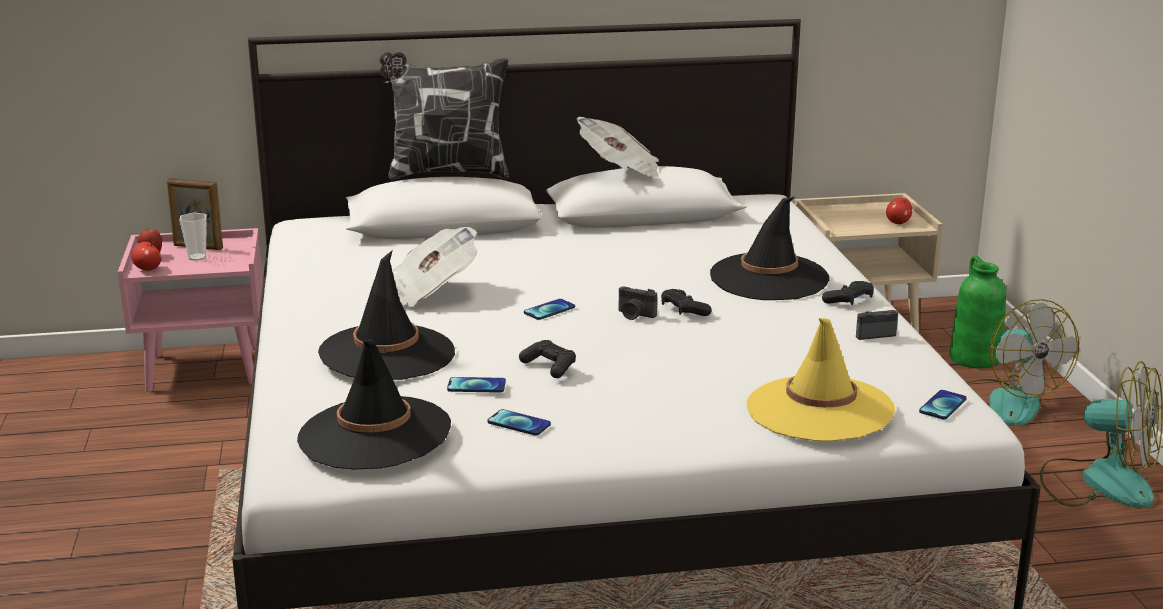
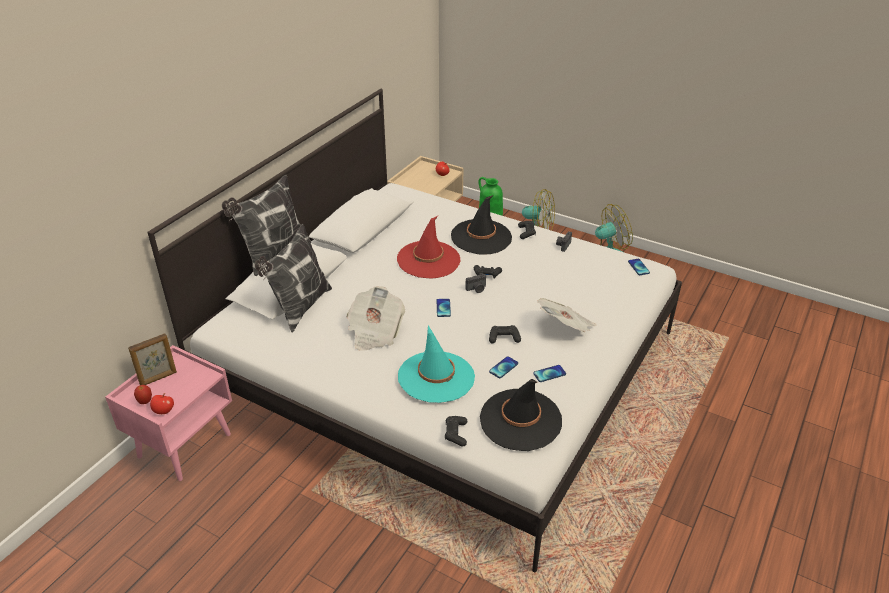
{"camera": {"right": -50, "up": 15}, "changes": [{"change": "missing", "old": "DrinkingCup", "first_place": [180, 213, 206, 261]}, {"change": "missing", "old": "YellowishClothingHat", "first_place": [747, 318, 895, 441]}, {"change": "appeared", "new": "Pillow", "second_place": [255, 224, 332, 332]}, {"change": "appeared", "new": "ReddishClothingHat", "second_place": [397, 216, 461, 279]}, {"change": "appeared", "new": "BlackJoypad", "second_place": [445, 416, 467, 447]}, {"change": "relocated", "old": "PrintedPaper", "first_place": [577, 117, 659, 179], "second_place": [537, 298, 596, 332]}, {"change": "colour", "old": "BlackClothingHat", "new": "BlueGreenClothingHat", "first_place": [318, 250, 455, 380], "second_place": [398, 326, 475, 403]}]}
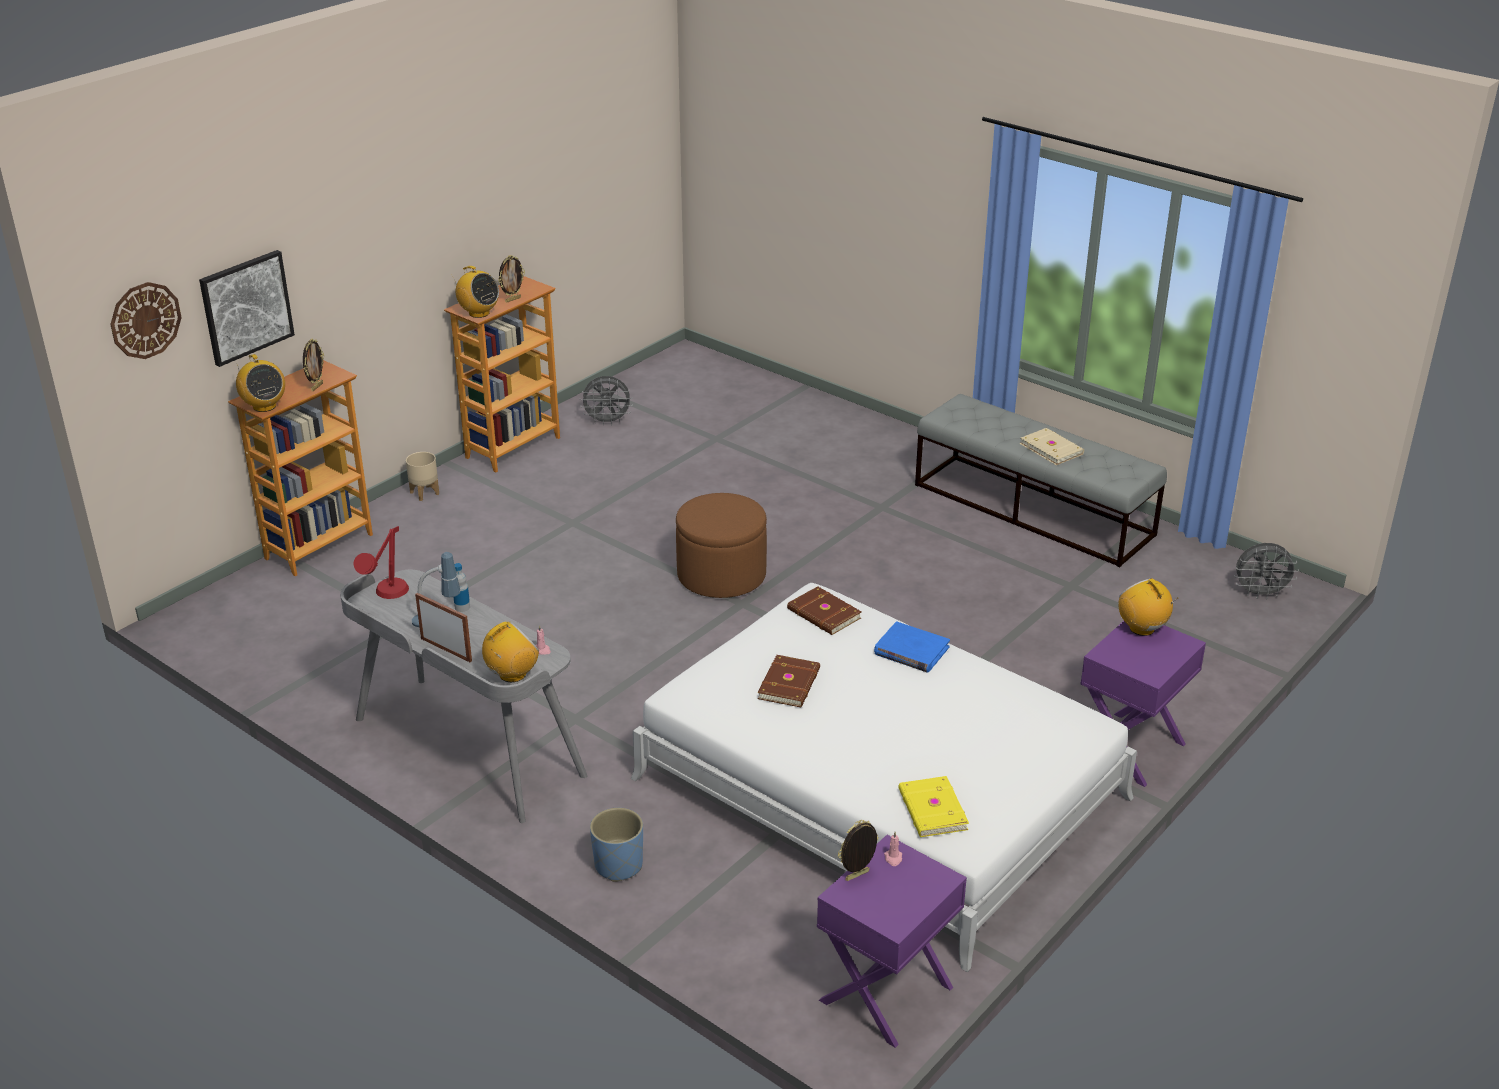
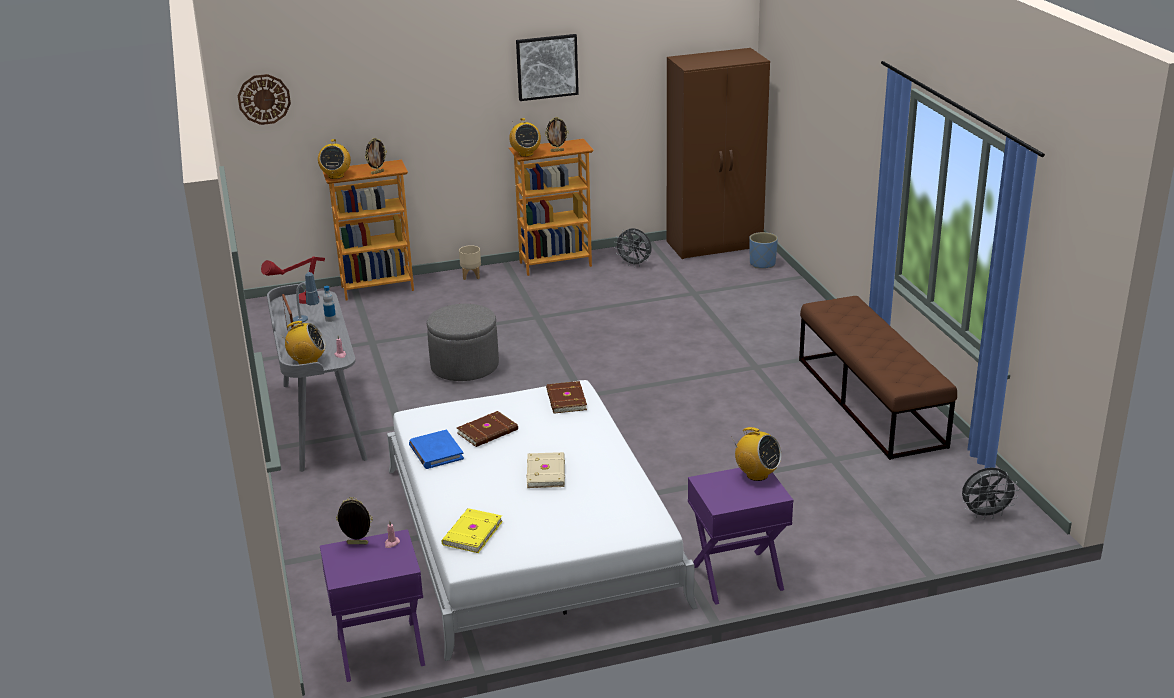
{"camera": {"right": 35, "up": -5}, "changes": [{"change": "missing", "old": "BrownColouredPouffe", "first_place": [676, 493, 767, 598]}, {"change": "appeared", "new": "GreyPouffe", "second_place": [427, 304, 499, 381]}, {"change": "appeared", "new": "BrownColouredArmoire", "second_place": [667, 48, 770, 259]}, {"change": "relocated", "old": "Picture", "first_place": [199, 250, 295, 367], "second_place": [516, 34, 579, 101]}, {"change": "relocated", "old": "BluePlanter", "first_place": [590, 808, 643, 882], "second_place": [749, 232, 778, 268]}, {"change": "relocated", "old": "BlueBoundBook", "first_place": [874, 621, 950, 673], "second_place": [409, 430, 464, 469]}, {"change": "relocated", "old": "BeigeColouredBoundBook", "first_place": [1020, 428, 1084, 465], "second_place": [526, 452, 565, 488]}, {"change": "colour", "old": "GreyIndoorBench", "new": "BrownColouredIndoorBench", "first_place": [915, 394, 1167, 567], "second_place": [799, 296, 957, 460]}, {"change": "spun", "old": "Radio", "first_place": [1118, 578, 1178, 636], "second_place": [732, 427, 781, 481], "degrees": 120}, {"change": "spun", "old": "GreyCoolingFan", "first_place": [1234, 543, 1299, 599], "second_place": [962, 467, 1019, 520], "degrees": -45}]}
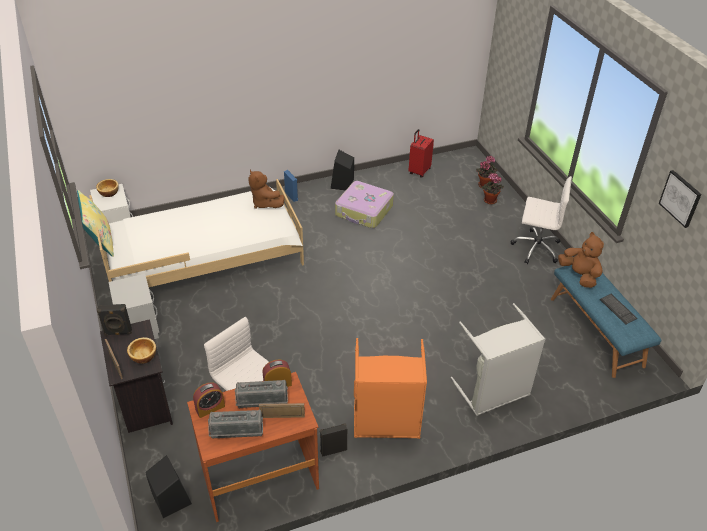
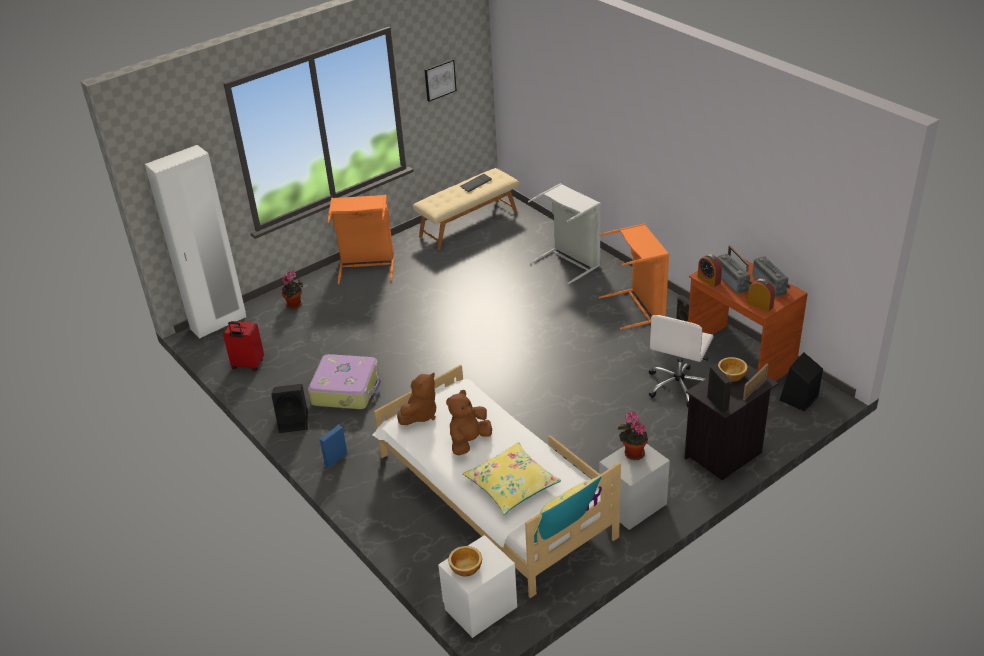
{"camera": {"right": -105, "up": -5}, "changes": [{"change": "appeared", "new": "WhitishArmoire", "second_place": [145, 145, 246, 338]}, {"change": "appeared", "new": "YellowishPillow", "second_place": [463, 442, 561, 515]}, {"change": "relocated", "old": "PlantInAPot", "first_place": [476, 156, 497, 189], "second_place": [618, 412, 648, 460]}, {"change": "relocated", "old": "BrownColouredCuddlyToy", "first_place": [558, 232, 604, 288], "second_place": [446, 390, 492, 456]}, {"change": "exchanged", "old": "WhitishComputerChair", "new": "OrangeyHamper", "first_place": [511, 176, 572, 264], "second_place": [327, 194, 394, 284]}, {"change": "colour", "old": "BlueIndoorBench", "new": "BeigeColouredIndoorBench", "first_place": [551, 265, 661, 378], "second_place": [413, 168, 519, 250]}]}
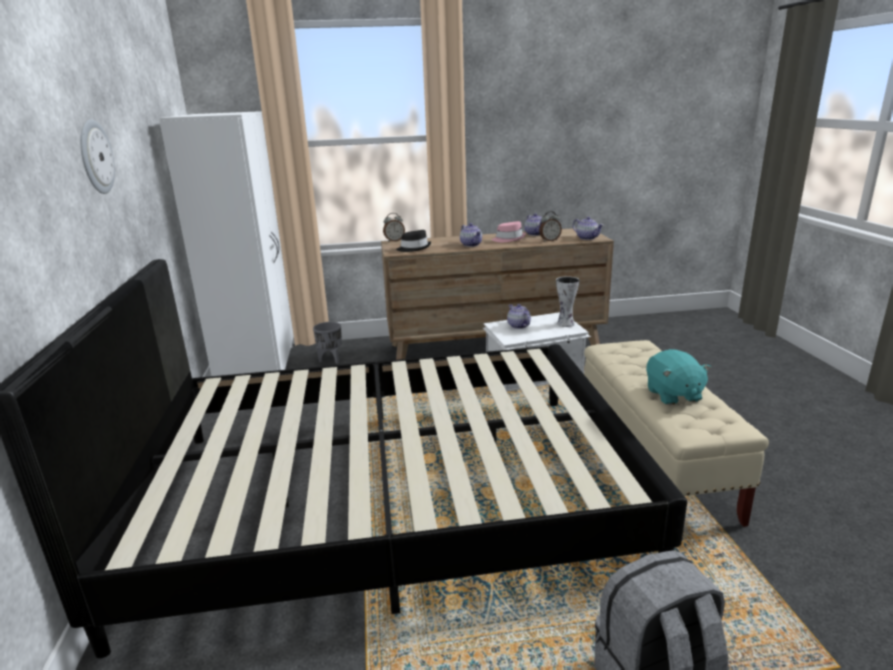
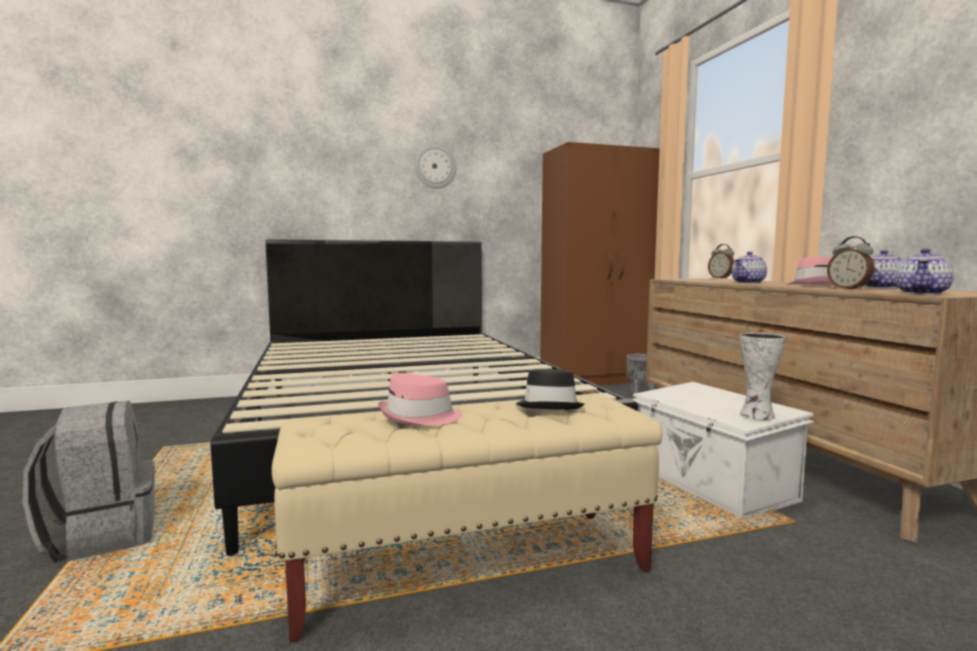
{"camera": {"right": 80, "up": -15}, "changes": [{"change": "missing", "old": "PotForTea", "first_place": [507, 304, 531, 329]}, {"change": "relocated", "old": "BlackClothingHat", "first_place": [396, 230, 431, 252], "second_place": [516, 369, 585, 410]}, {"change": "exchanged", "old": "BlueGreenCuddlyToy", "new": "PinkishClothingHat", "first_place": [646, 349, 711, 405], "second_place": [378, 373, 463, 425]}, {"change": "colour", "old": "WhitishArmoire", "new": "BrownColouredArmoire", "first_place": [159, 111, 294, 376], "second_place": [540, 142, 660, 385]}]}
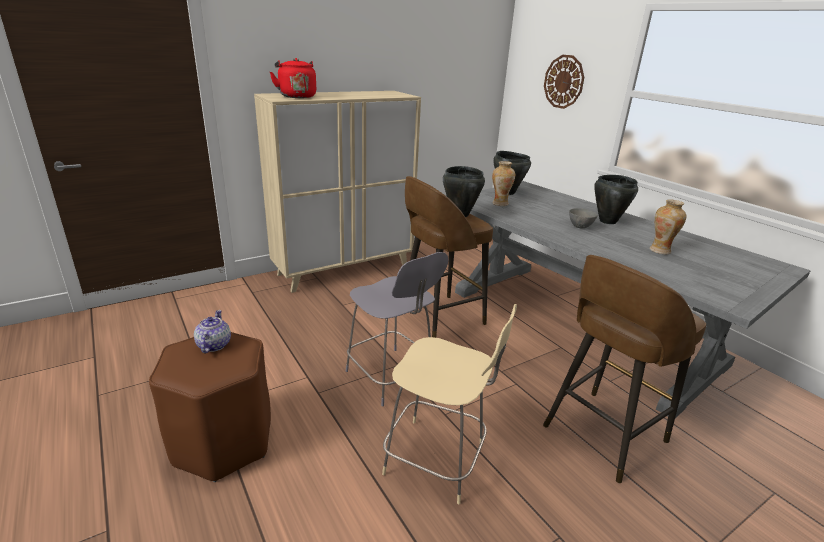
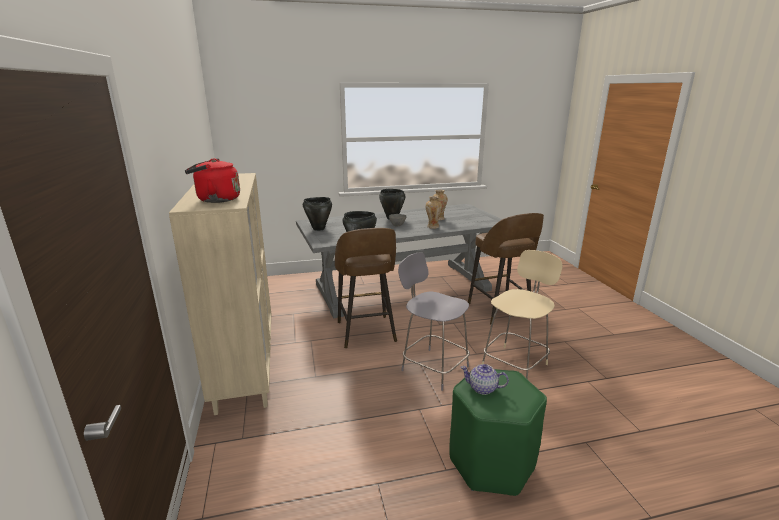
{"camera": {"right": -70, "up": -5}, "changes": [{"change": "missing", "old": "HangingClock", "first_place": [544, 55, 584, 109]}, {"change": "relocated", "old": "DecorativeVase", "first_place": [492, 161, 515, 206], "second_place": [426, 196, 442, 229]}, {"change": "colour", "old": "BrownColouredStoolSeat", "new": "GreenStoolSeat", "first_place": [149, 332, 271, 482], "second_place": [449, 369, 547, 496]}, {"change": "spun", "old": "GreyPlainChair", "first_place": [346, 252, 448, 406], "second_place": [398, 252, 470, 391], "degrees": -120}]}
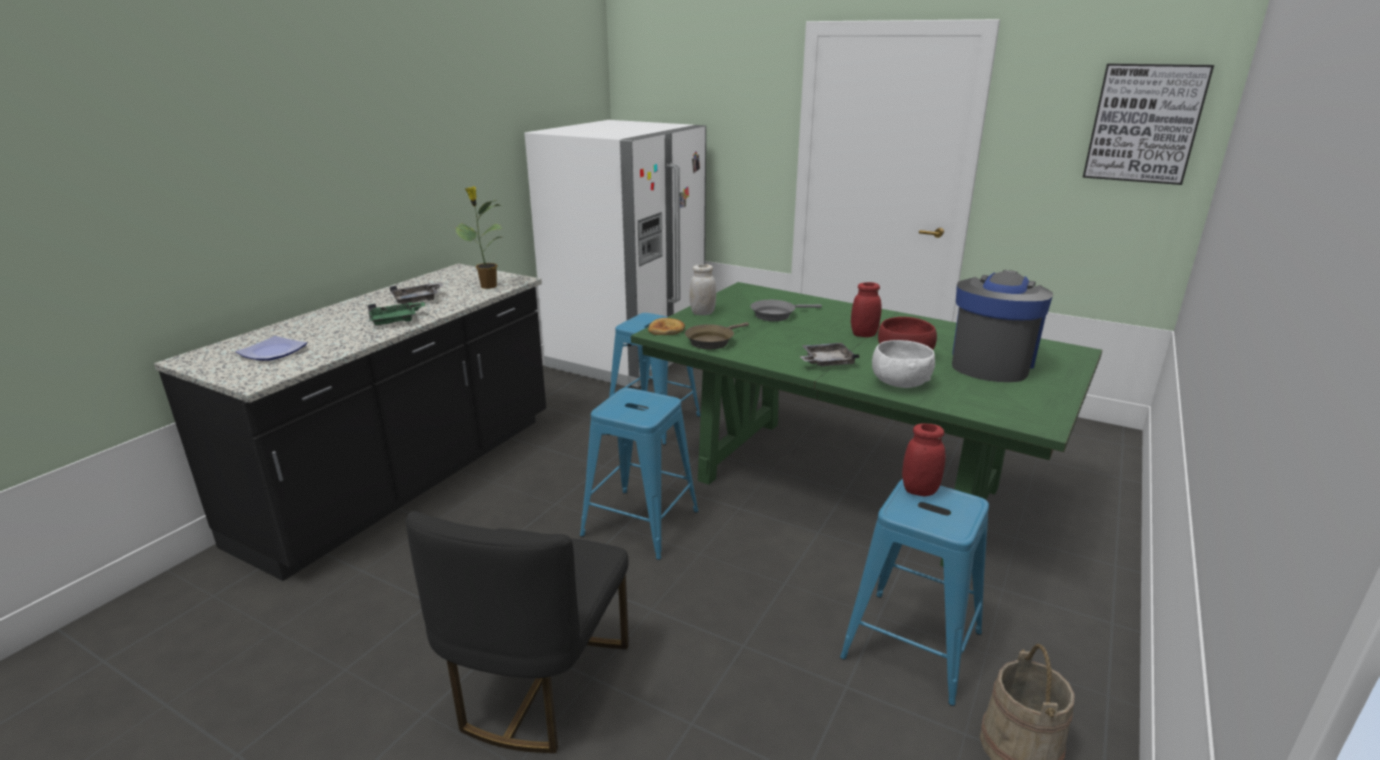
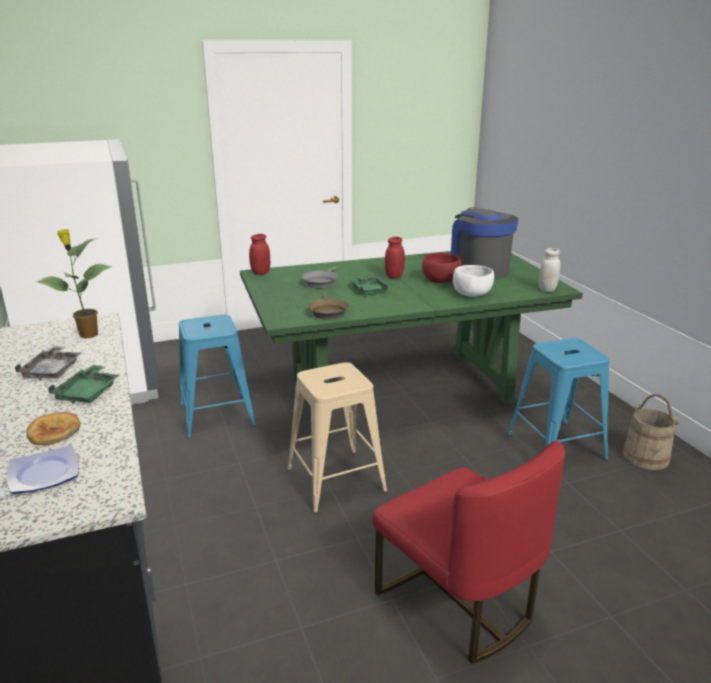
{"camera": {"right": -50, "up": 0}, "changes": [{"change": "missing", "old": "GreyTray", "first_place": [800, 343, 859, 367]}, {"change": "missing", "old": "Picture", "first_place": [1083, 63, 1214, 185]}, {"change": "appeared", "new": "GreenTray", "second_place": [350, 276, 390, 295]}, {"change": "relocated", "old": "BakedBread", "first_place": [648, 318, 685, 335], "second_place": [26, 412, 81, 446]}, {"change": "relocated", "old": "WhitishStorageJar", "first_place": [689, 264, 716, 315], "second_place": [539, 248, 561, 292]}, {"change": "relocated", "old": "ReddishStorageJar", "first_place": [902, 423, 945, 496], "second_place": [249, 234, 270, 275]}, {"change": "colour", "old": "BlackPlainChair", "new": "ReddishPlainChair", "first_place": [406, 511, 629, 753], "second_place": [373, 441, 565, 664]}, {"change": "colour", "old": "BlueStoolSeat", "new": "BeigeColouredStoolSeat", "first_place": [580, 388, 699, 560], "second_place": [287, 362, 387, 513]}]}
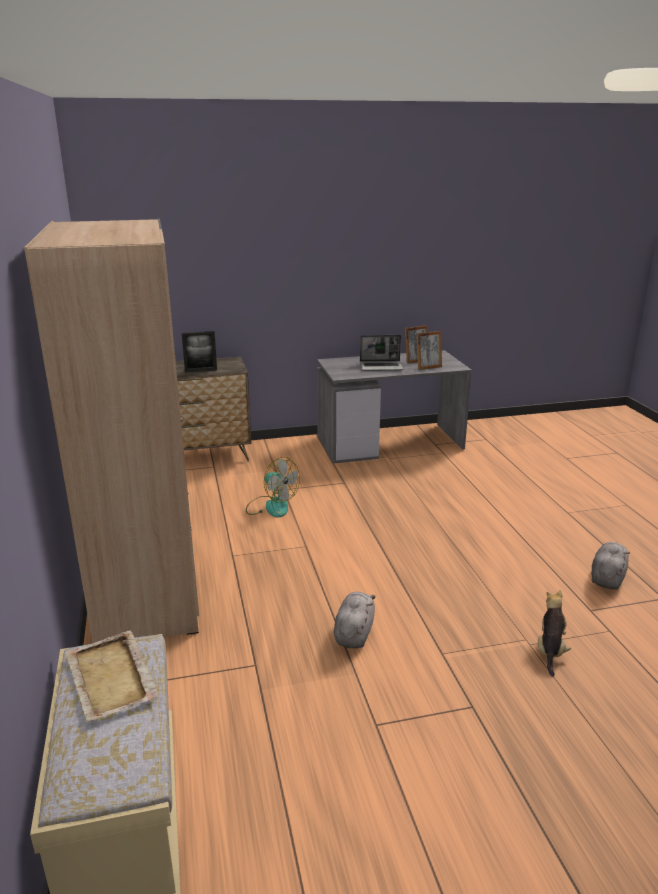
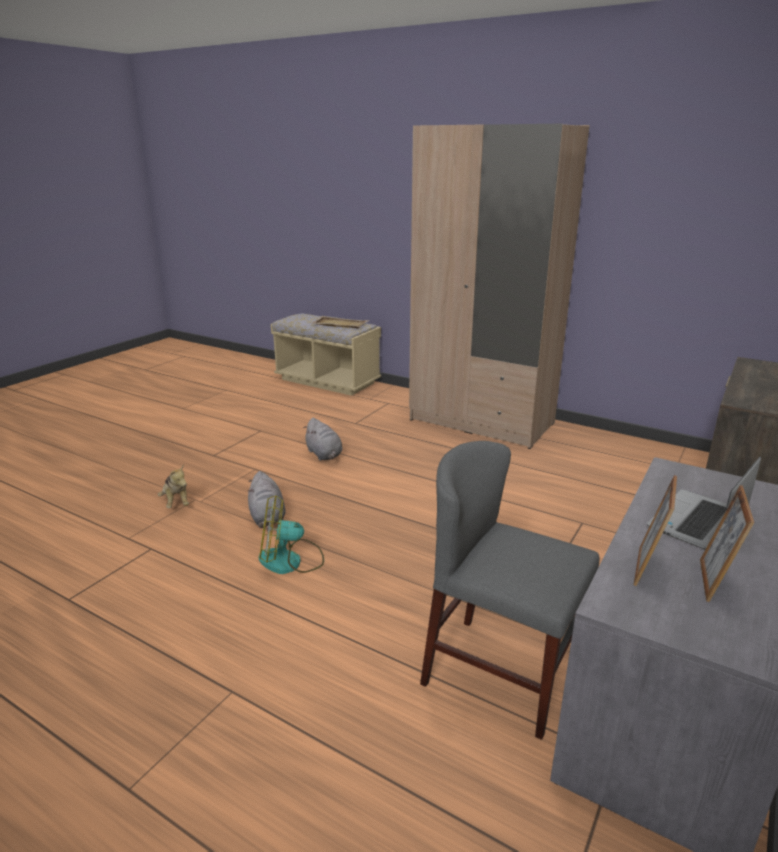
{"camera": {"right": 135, "up": 0}, "changes": [{"change": "missing", "old": "PictureFrame", "first_place": [182, 331, 217, 373]}, {"change": "appeared", "new": "GreyPlainChair", "second_place": [420, 441, 599, 740]}, {"change": "relocated", "old": "CoolingFan", "first_place": [246, 457, 300, 517], "second_place": [259, 495, 324, 574]}, {"change": "relocated", "old": "GreyCuddlyToy", "first_place": [591, 542, 630, 590], "second_place": [248, 471, 286, 528]}]}
